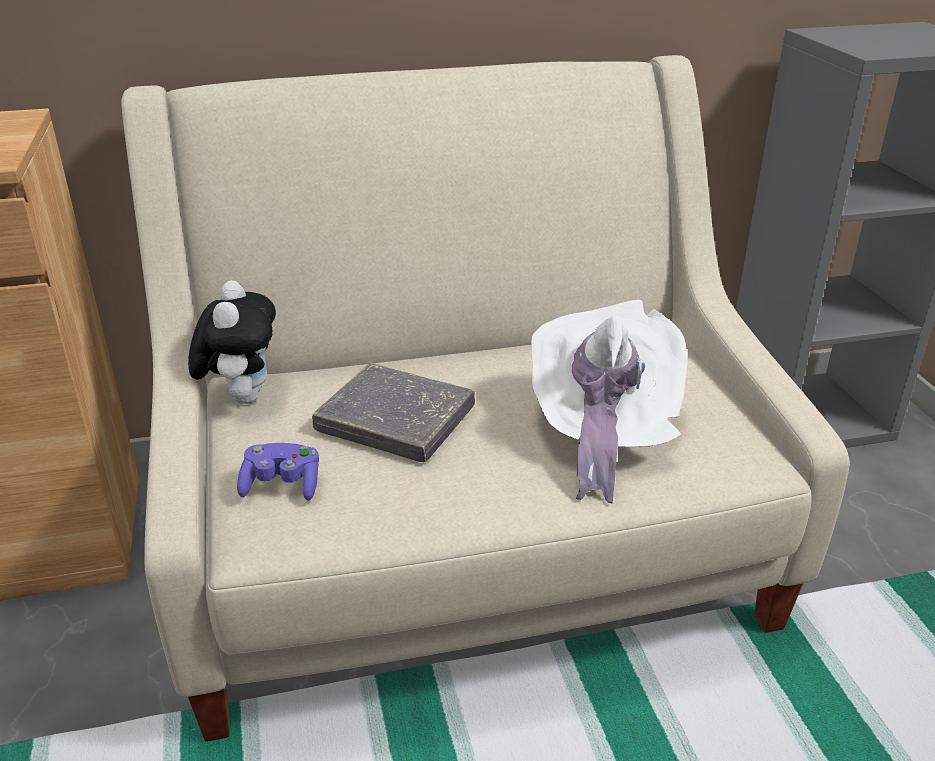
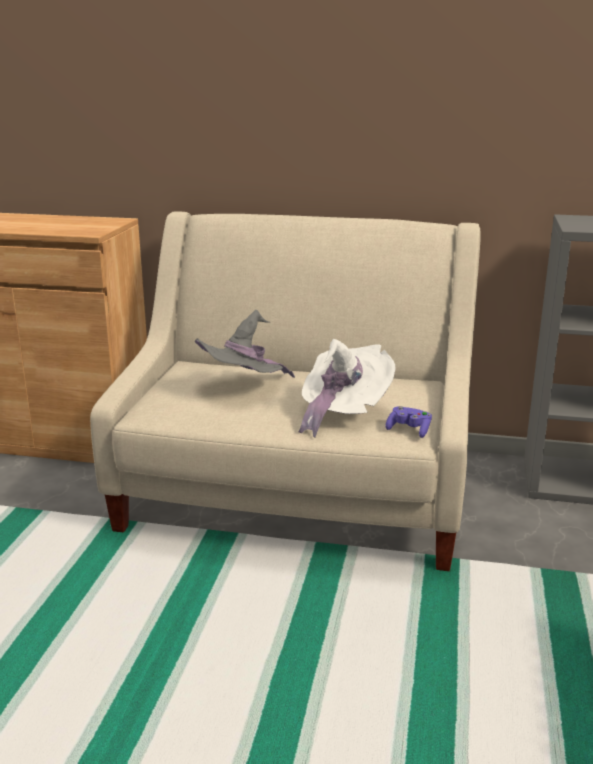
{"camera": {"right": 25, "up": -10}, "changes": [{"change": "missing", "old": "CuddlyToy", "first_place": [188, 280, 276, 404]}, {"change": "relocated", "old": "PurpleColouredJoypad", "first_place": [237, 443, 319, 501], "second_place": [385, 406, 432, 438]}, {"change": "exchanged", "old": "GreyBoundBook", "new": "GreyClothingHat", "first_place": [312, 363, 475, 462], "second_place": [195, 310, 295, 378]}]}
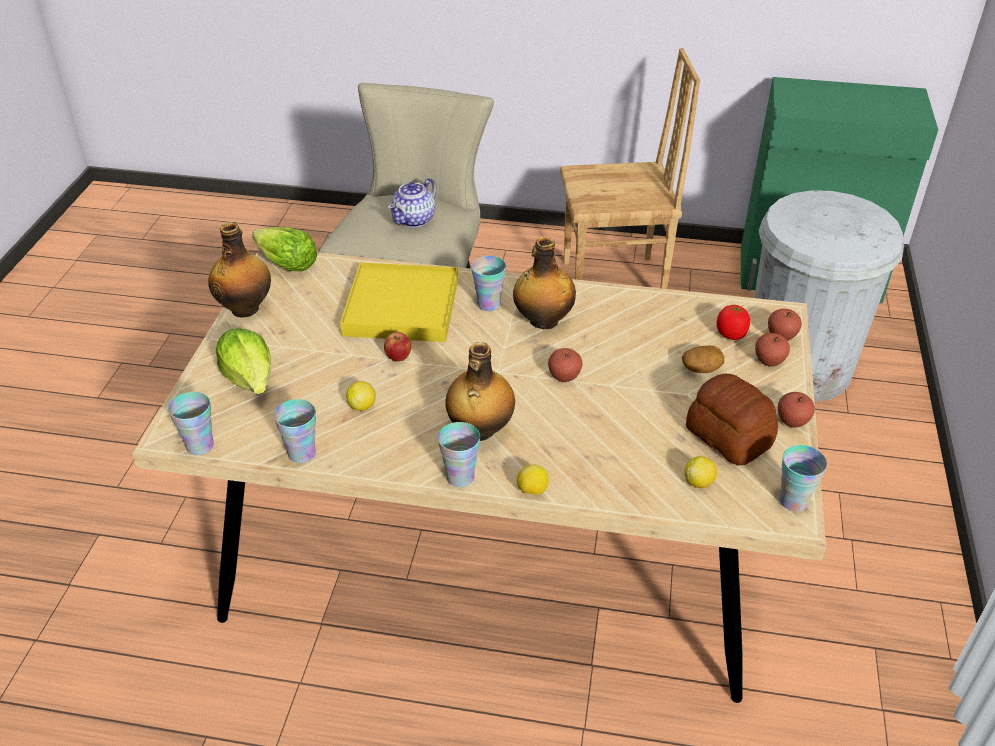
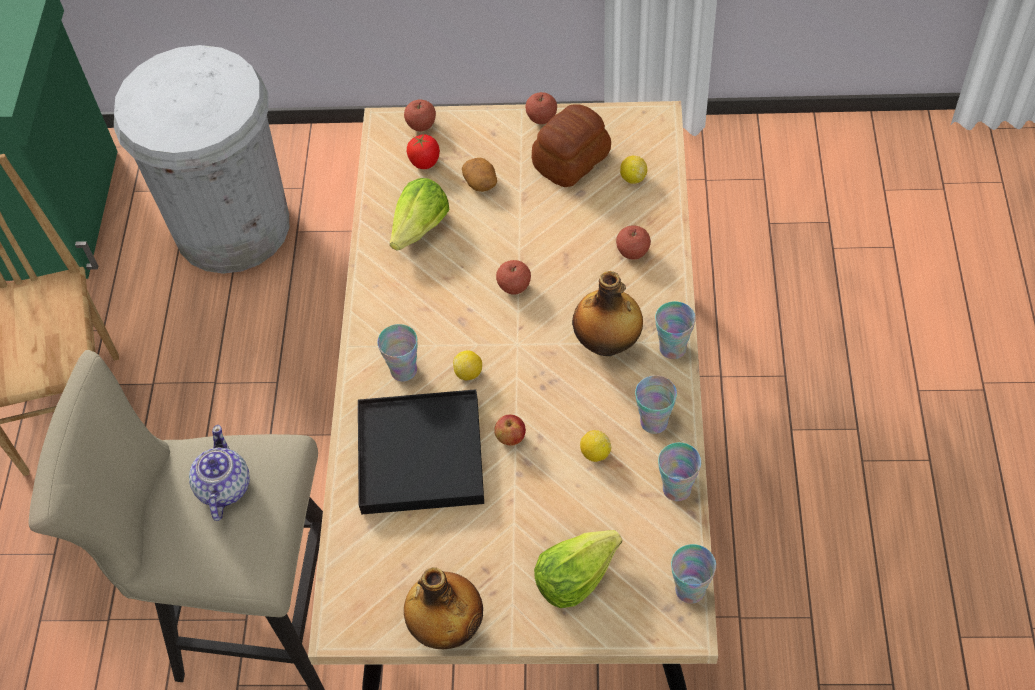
{"camera": {"right": -95, "up": 15}, "changes": [{"change": "missing", "old": "BeverageBottle", "first_place": [513, 237, 576, 329]}, {"change": "relocated", "old": "LettuceHead", "first_place": [252, 227, 317, 271], "second_place": [390, 178, 449, 251]}, {"change": "relocated", "old": "CitrusFruit", "first_place": [517, 464, 549, 495], "second_place": [453, 350, 482, 380]}, {"change": "relocated", "old": "AppleFruit", "first_place": [755, 333, 790, 366], "second_place": [616, 225, 651, 260]}, {"change": "relocated", "old": "DrinkingCup", "first_place": [779, 445, 827, 512], "second_place": [635, 375, 677, 434]}, {"change": "colour", "old": "YellowishTray", "new": "BlackTray", "first_place": [340, 262, 458, 342], "second_place": [358, 389, 484, 514]}, {"change": "spun", "old": "PotForTea", "first_place": [388, 178, 437, 228], "second_place": [189, 425, 250, 521], "degrees": -120}]}
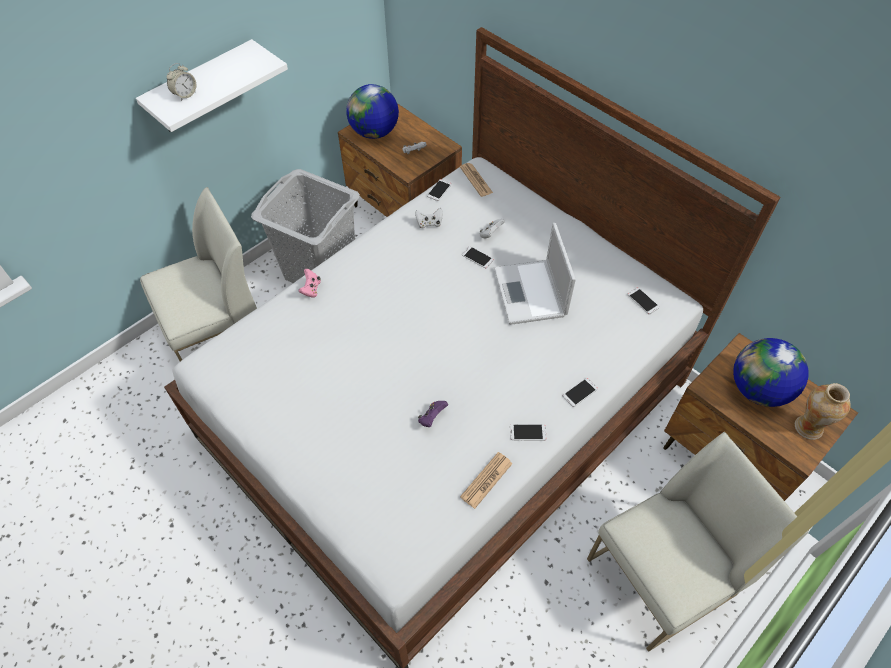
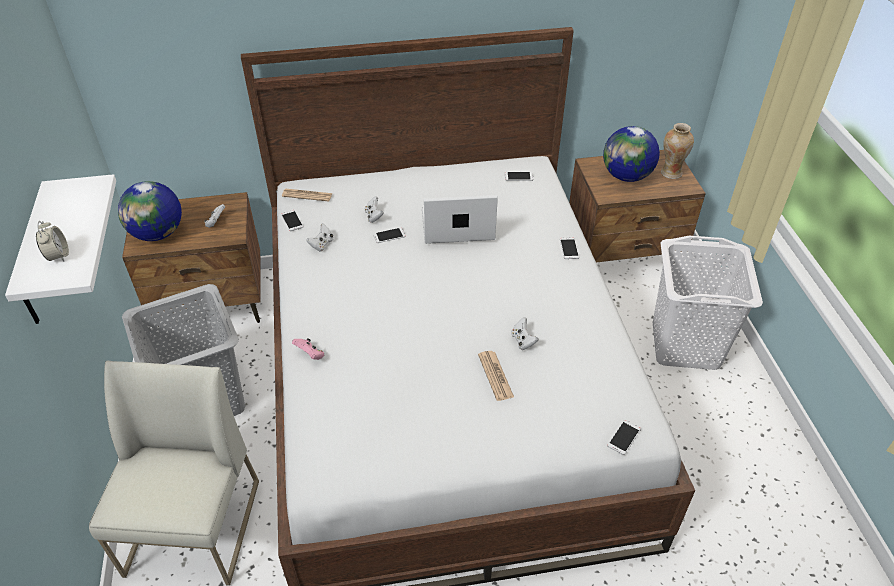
{"camera": {"right": -55, "up": -10}, "changes": [{"change": "relocated", "old": "PrintedPaper", "first_place": [460, 452, 512, 509], "second_place": [478, 351, 514, 401]}, {"change": "relocated", "old": "Telephone", "first_place": [510, 424, 547, 441], "second_place": [608, 420, 641, 455]}, {"change": "exchanged", "old": "WhitishPlainChair", "new": "WhitishHamper", "first_place": [587, 432, 809, 652], "second_place": [653, 236, 763, 370]}, {"change": "colour", "old": "PurpleColouredJoypad", "new": "WhitishJoypad", "first_place": [418, 401, 448, 427], "second_place": [511, 317, 539, 350]}, {"change": "spun", "old": "Laptop", "first_place": [494, 223, 576, 325], "second_place": [422, 195, 498, 244], "degrees": 150}]}
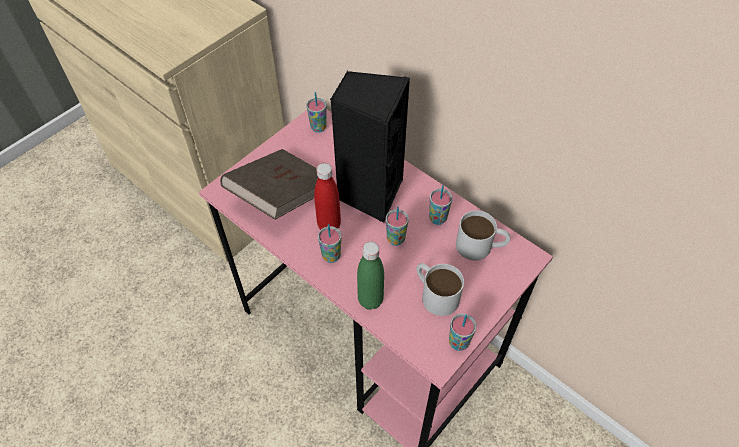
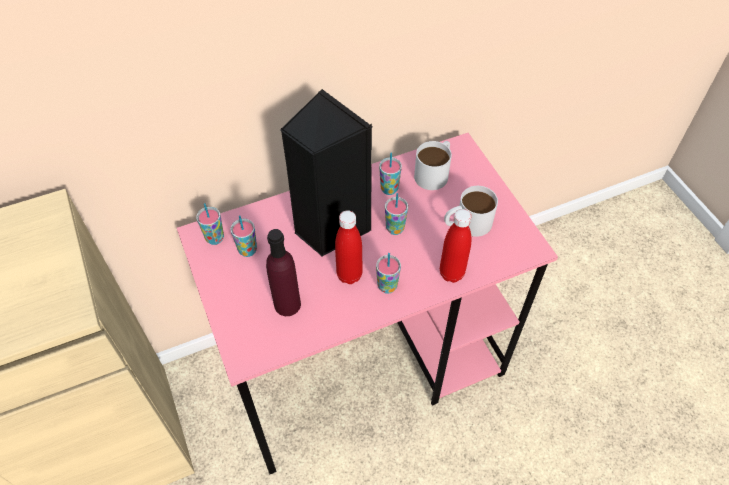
{"camera": {"right": -65, "up": 0}, "changes": [{"change": "relocated", "old": "DrinkingCup", "first_place": [449, 314, 476, 351], "second_place": [230, 215, 257, 257]}, {"change": "exchanged", "old": "BrownColouredBoundBook", "new": "PurpleColouredBeverageBottle", "first_place": [220, 149, 333, 220], "second_place": [266, 229, 301, 316]}, {"change": "colour", "old": "GreenBeverageBottle", "new": "ReddishBeverageBottle", "first_place": [357, 242, 384, 310], "second_place": [440, 209, 471, 283]}]}
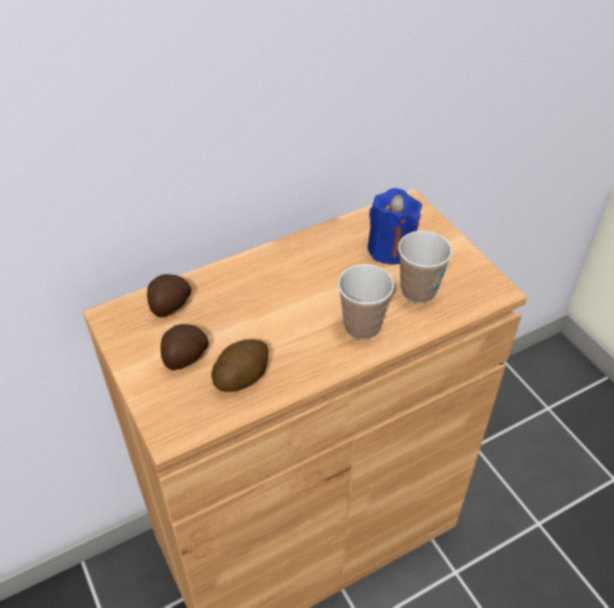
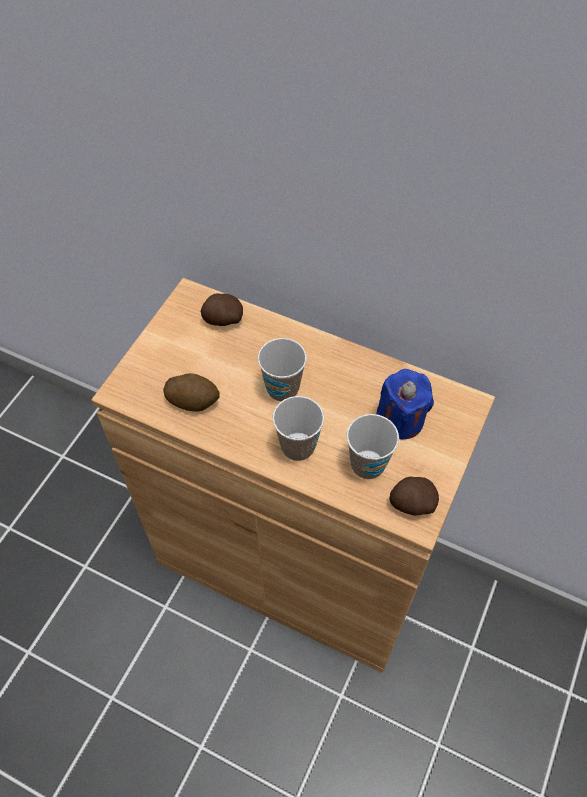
{"camera": {"right": 55, "up": 10}, "changes": [{"change": "appeared", "new": "DrinkingCup", "second_place": [258, 338, 307, 402]}, {"change": "relocated", "old": "Spud", "first_place": [161, 324, 209, 371], "second_place": [389, 477, 439, 515]}]}
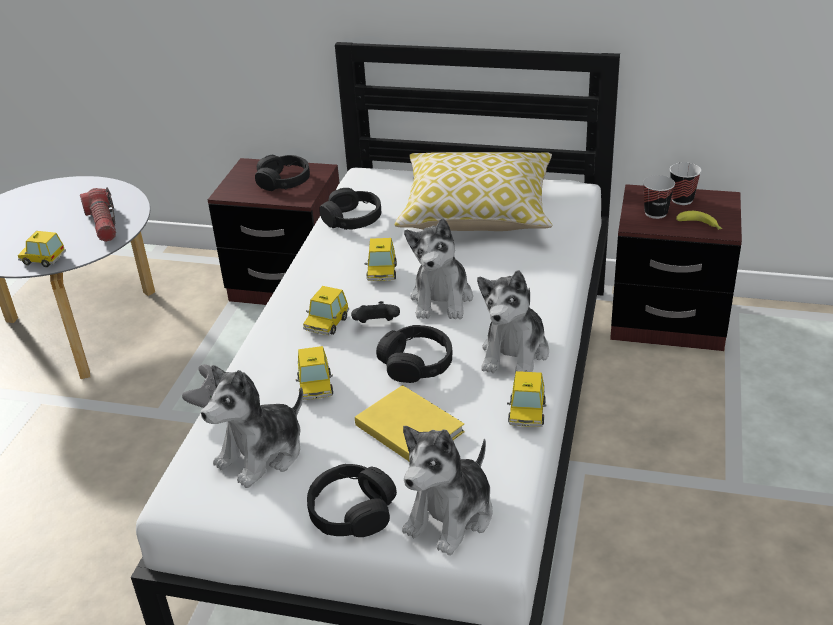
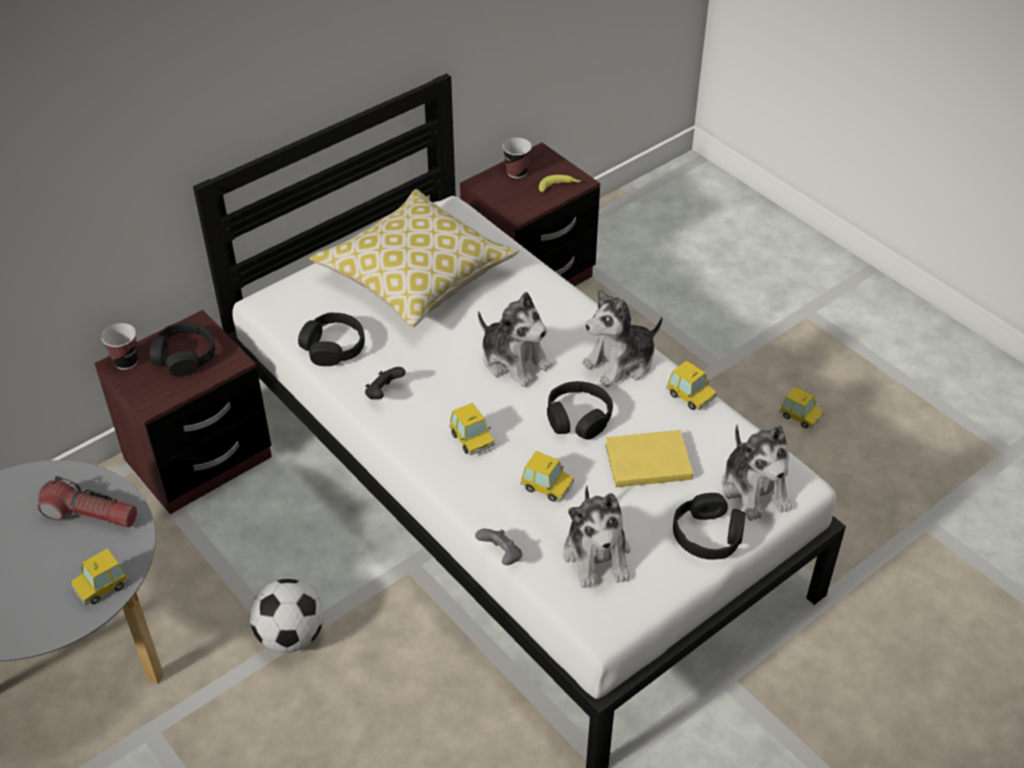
{"camera": {"right": -55, "up": 10}, "changes": [{"change": "appeared", "new": "FootballBall", "second_place": [250, 579, 324, 653]}, {"change": "relocated", "old": "BlackJoypad", "first_place": [351, 301, 400, 323], "second_place": [365, 367, 406, 399]}, {"change": "relocated", "old": "MiniatureCar", "first_place": [365, 238, 397, 281], "second_place": [779, 386, 824, 429]}, {"change": "relocated", "old": "DrinkingCup", "first_place": [643, 175, 675, 219], "second_place": [101, 323, 138, 370]}, {"change": "spun", "old": "CuddlyToy", "first_place": [477, 270, 549, 373], "second_place": [582, 289, 663, 387], "degrees": 90}]}
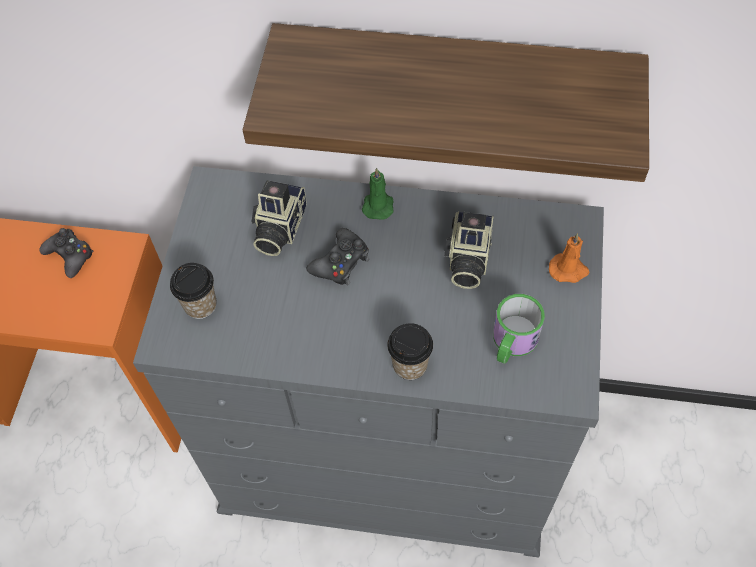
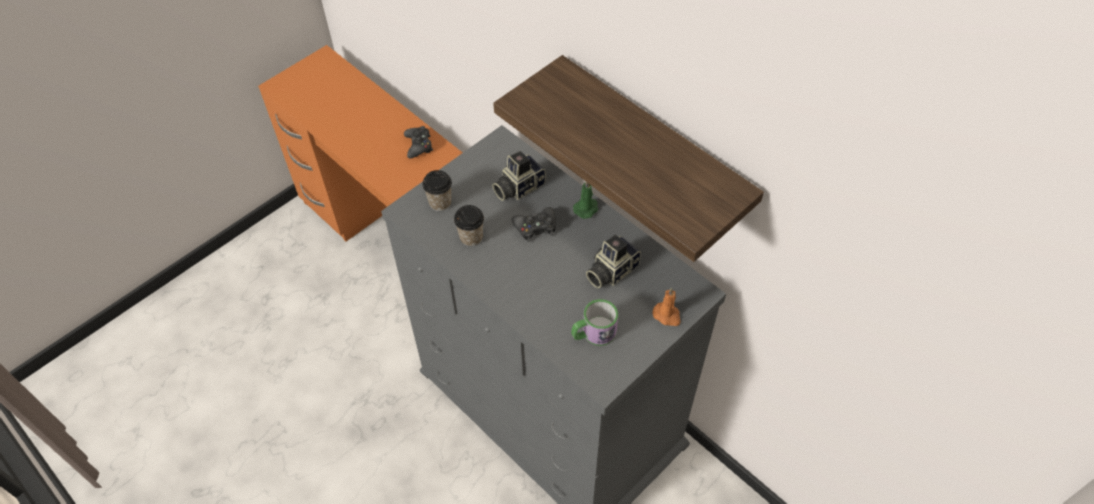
{"camera": {"right": 35, "up": -5}, "changes": [{"change": "relocated", "old": "DrinkingCup", "first_place": [387, 323, 433, 380], "second_place": [454, 205, 484, 247]}]}
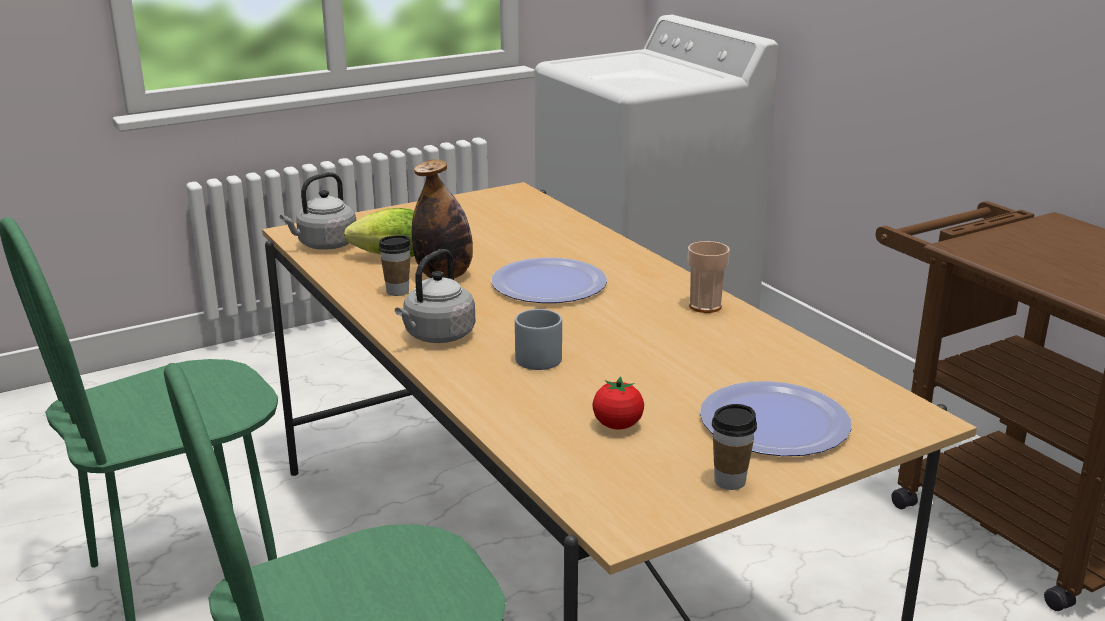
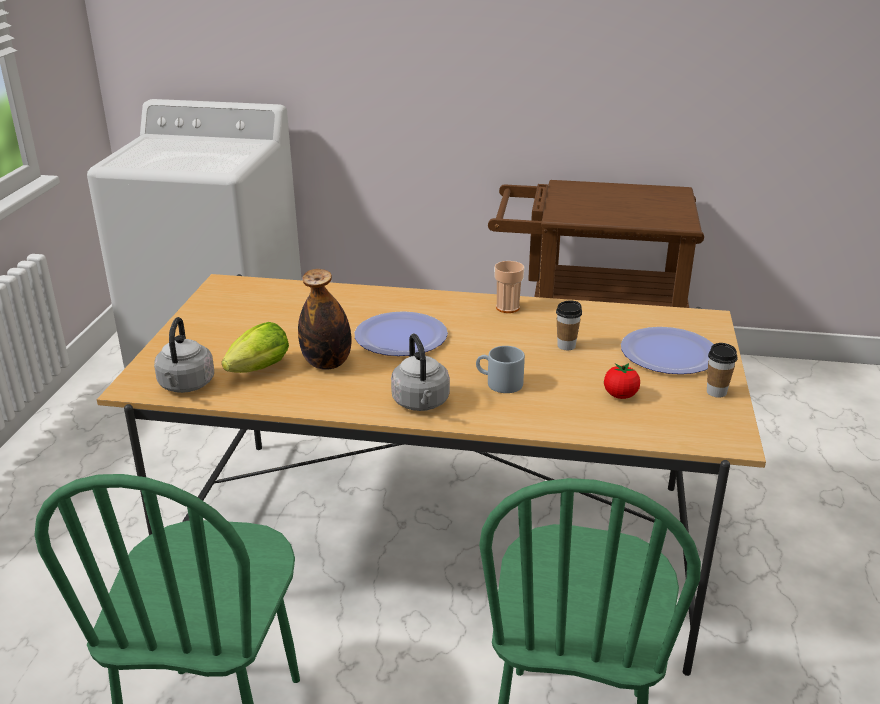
{"camera": {"right": -50, "up": 5}, "changes": [{"change": "relocated", "old": "DrinkingCup", "first_place": [379, 235, 411, 296], "second_place": [556, 300, 582, 350]}]}
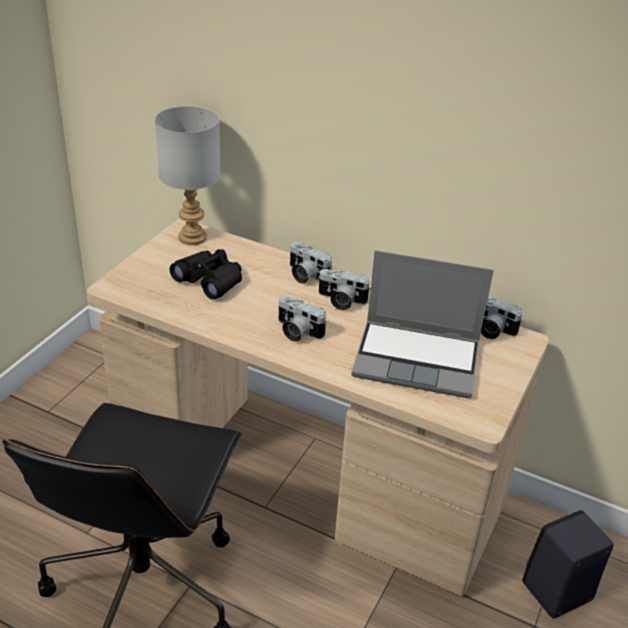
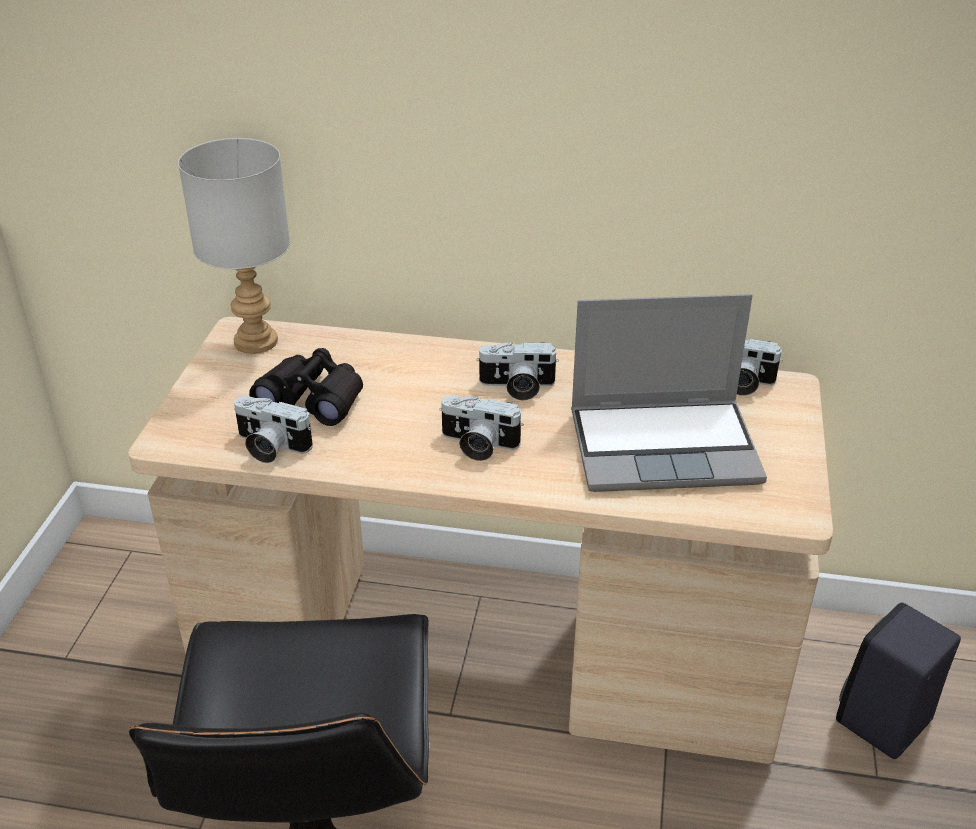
{"camera": {"right": -15, "up": 0}, "changes": [{"change": "relocated", "old": "StillCamera", "first_place": [290, 242, 332, 284], "second_place": [234, 396, 313, 463]}]}
